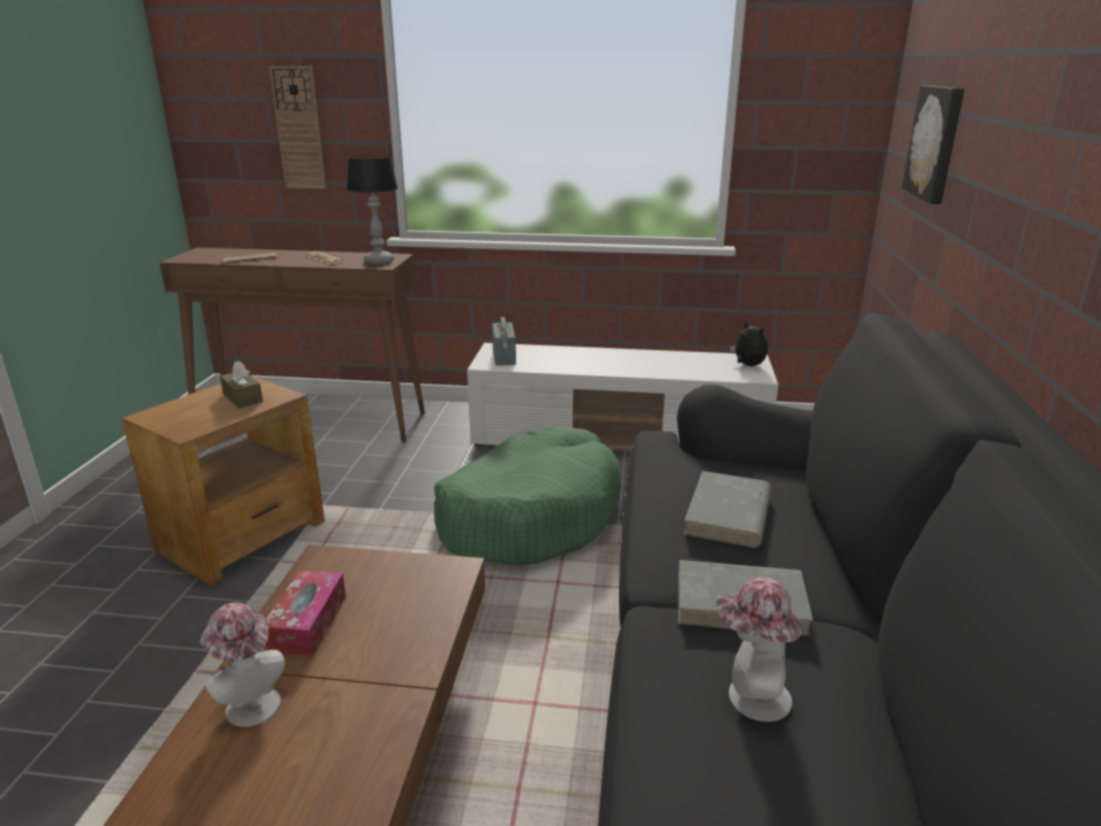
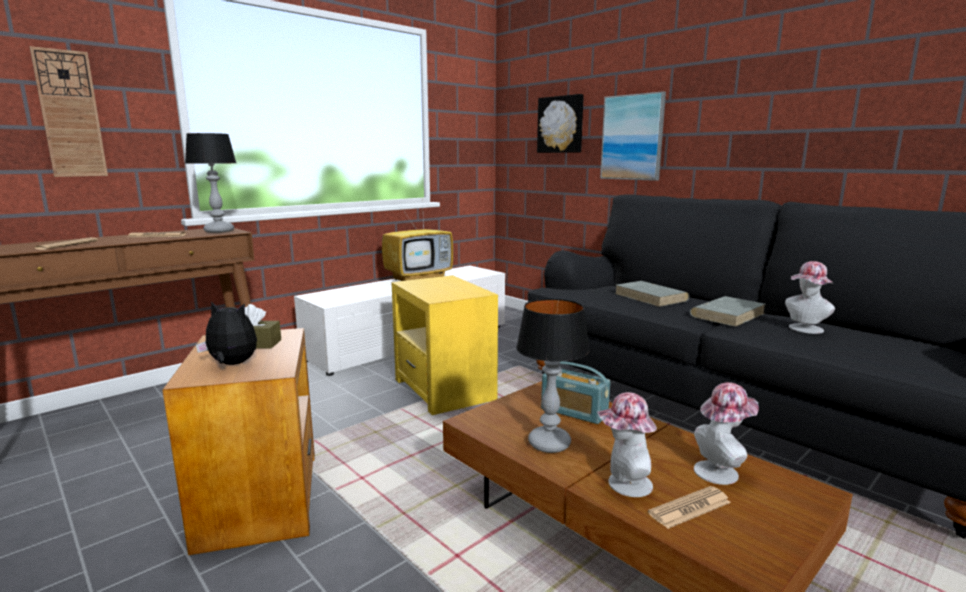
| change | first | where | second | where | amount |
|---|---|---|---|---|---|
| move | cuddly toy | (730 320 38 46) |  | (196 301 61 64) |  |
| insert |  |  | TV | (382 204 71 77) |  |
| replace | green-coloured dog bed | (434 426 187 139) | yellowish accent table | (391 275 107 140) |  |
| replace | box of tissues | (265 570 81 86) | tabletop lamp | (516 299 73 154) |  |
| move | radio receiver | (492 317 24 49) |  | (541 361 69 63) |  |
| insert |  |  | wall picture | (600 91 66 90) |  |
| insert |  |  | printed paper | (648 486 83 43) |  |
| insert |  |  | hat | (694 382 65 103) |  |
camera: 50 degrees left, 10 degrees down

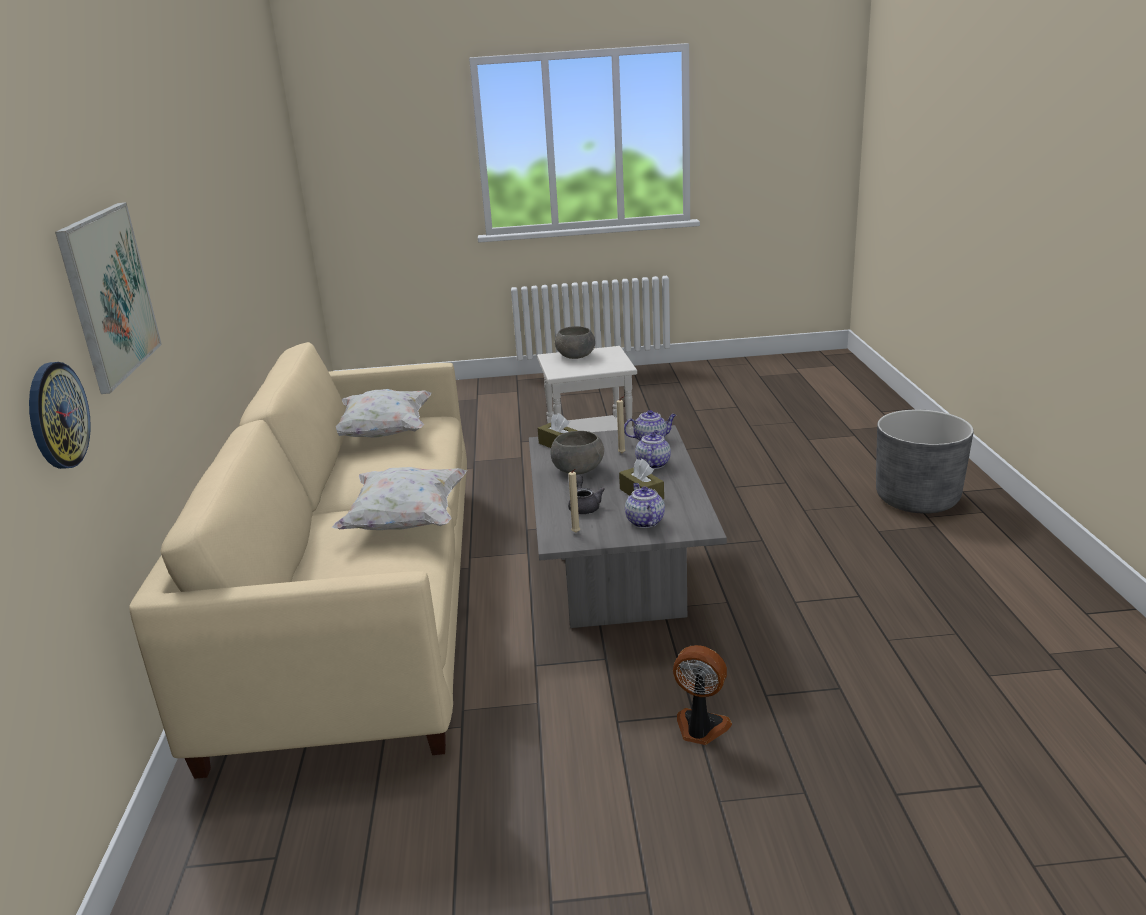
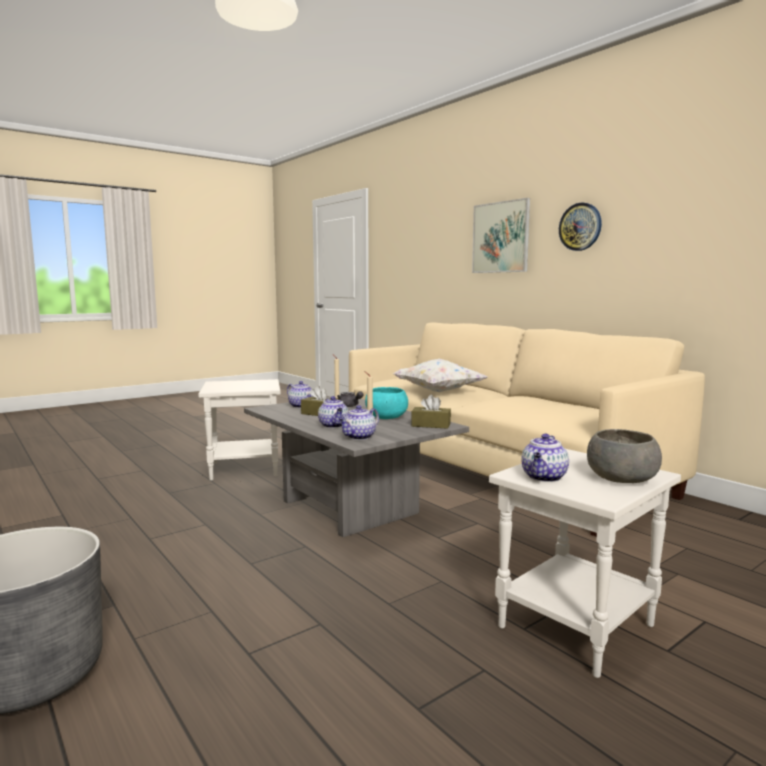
| change | first | where | second | where | amount |
|---|---|---|---|---|---|
| replace | electric fan | (673 645 59 100) | whitish accent table | (198 379 83 102) |  |
| recolor | grey bowl | (550 431 54 44) | blue-green bowl | (365 387 43 32) |  |
| insert |  |  | pot for tea | (521 434 48 48) |  |
| move | hanging clock | (29 362 62 107) |  | (559 203 43 48) |  |
| delete | whitish cushion | (336 389 96 49) |  |  |  |
camera: 145 degrees right, 15 degrees down

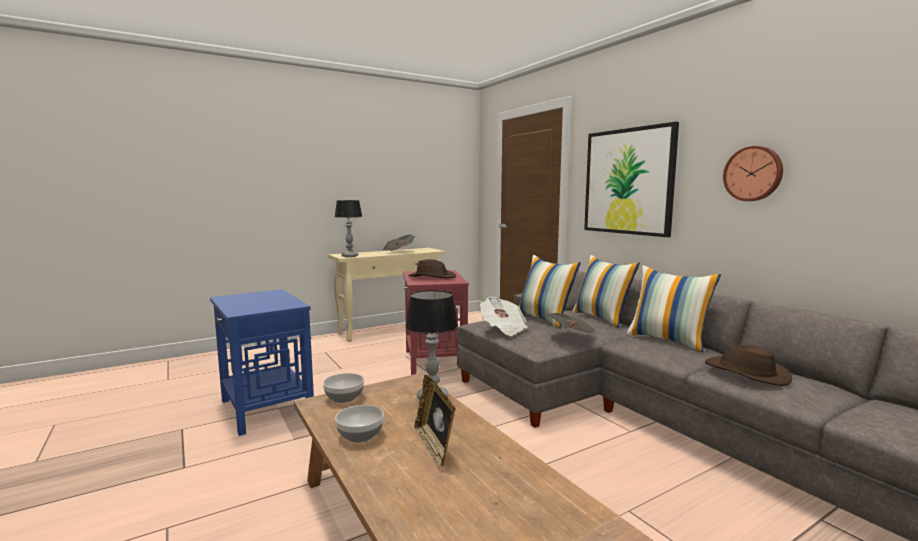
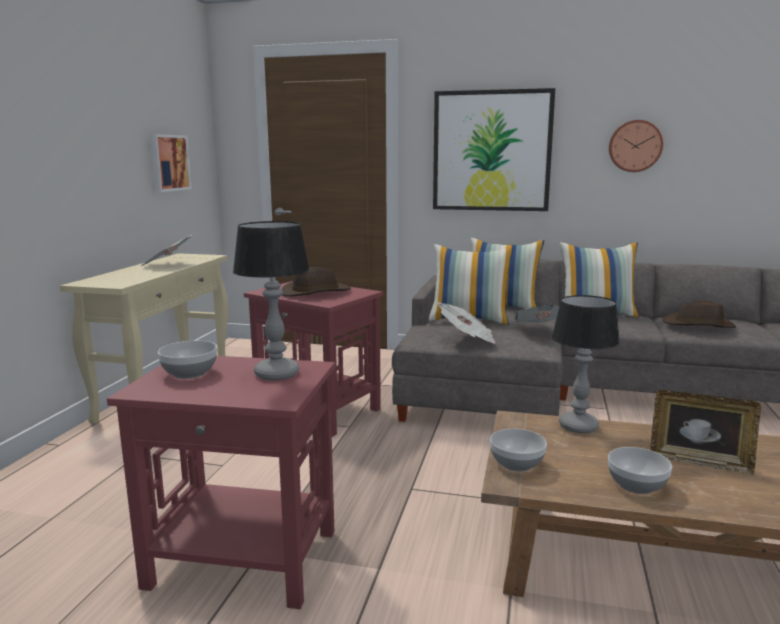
| change | first | where | second | where | amount |
|---|---|---|---|---|---|
| recolor | bluish accent table | (210 289 104 147) | red-coloured accent table | (107 356 228 253) |  |
| insert |  |  | wall picture | (149 134 43 58) |  |
| insert |  |  | bowl | (158 341 59 38) |  |
| move | tabletop lamp | (335 200 27 57) |  | (233 221 77 159) |  |
camera: 45 degrees left, 5 degrees up

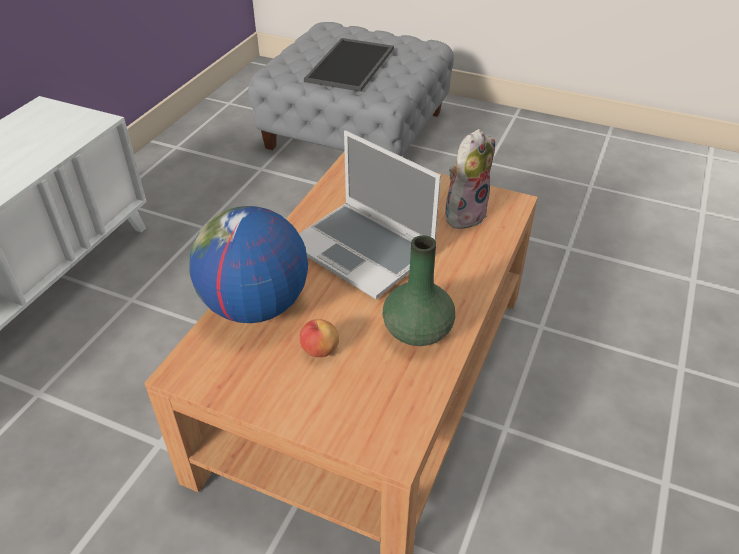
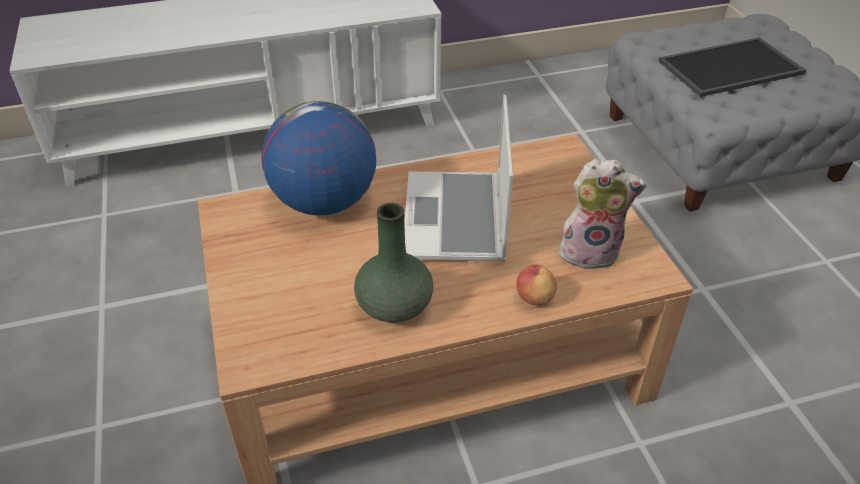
| change | first | where | second | where | amount |
|---|---|---|---|---|---|
| move | whole apple | (300 319 39 38) |  | (516 265 41 40) |  |
camera: 50 degrees right, 0 degrees up

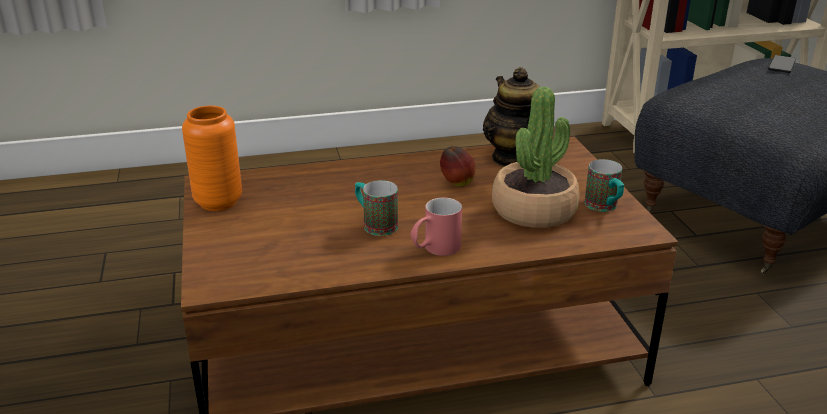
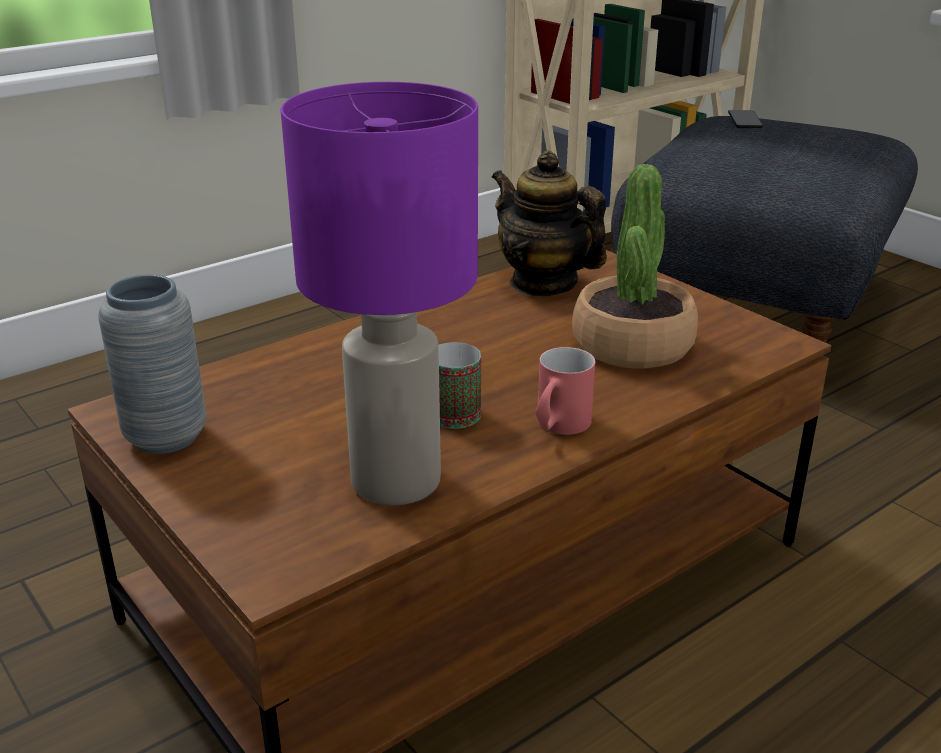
| change | first | where | second | where | amount |
|---|---|---|---|---|---|
| recolor | orange flower vase | (182 106 60 105) | grey flower vase | (98 275 108 179) |  |
| insert |  |  | purplish tabletop lamp | (281 82 197 424) |  |
| delete | whole apple | (440 146 35 41) |  |  |  |
| delete | coffee mug | (584 159 40 53) |  |  |  |
camera: 25 degrees left, 0 degrees up

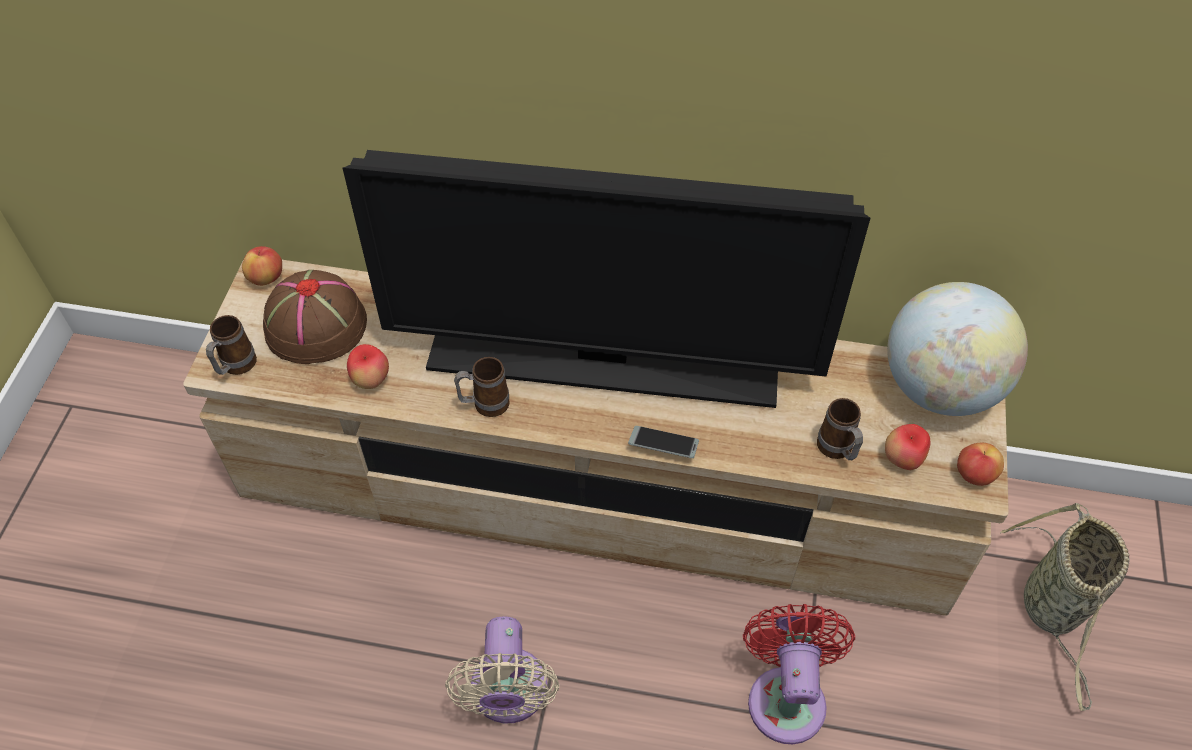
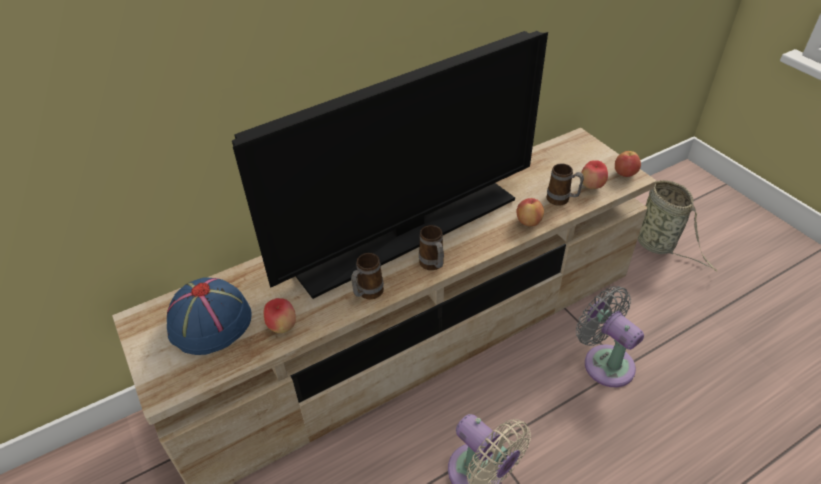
| change | first | where | second | where | amount |
|---|---|---|---|---|---|
| recolor | brown hat | (263 270 104 94) | bluish hat | (167 277 85 78) |  |
| move | coffee mug | (206 315 51 60) |  | (419 225 25 45) |  |
| move | whole apple | (242 246 40 40) |  | (516 198 28 28) |  |
| recolor | red-coloured electric fan | (743 604 112 140) | grey electric fan | (576 286 68 101) |  |
| delete | phone | (628 426 71 32) |  |  |  |
| delete | globe | (887 282 141 134) |  |  |  |
camera: 40 degrees left, 10 degrees down

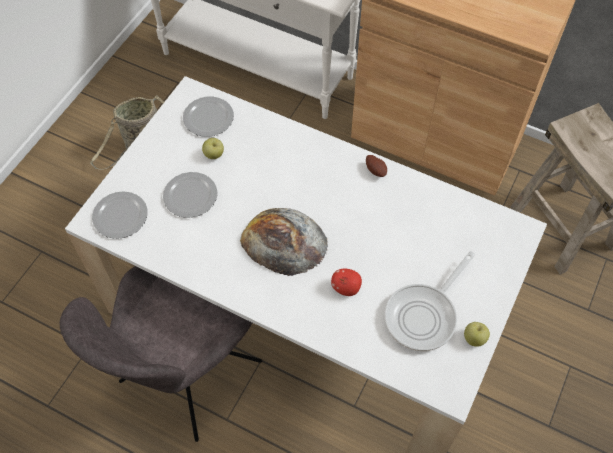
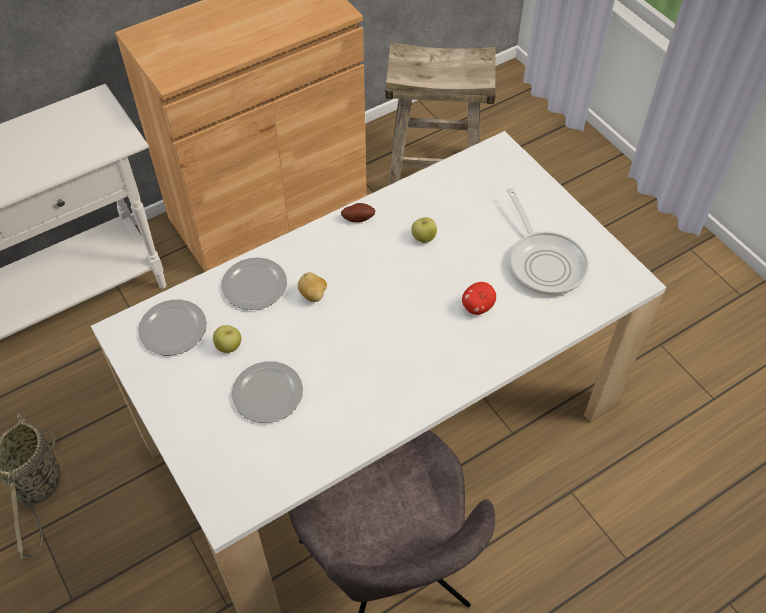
| change | first | where | second | where | amount |
|---|---|---|---|---|---|
| move | plate | (92 191 56 48) |  | (221 257 66 53) |  |
| insert |  |  | spud | (298 272 29 30) |  |
| move | whole apple | (464 322 26 25) |  | (411 217 26 26) |  |
| delete | bread | (240 208 88 68) |  |  |  |
camera: 60 degrees left, 5 degrees down

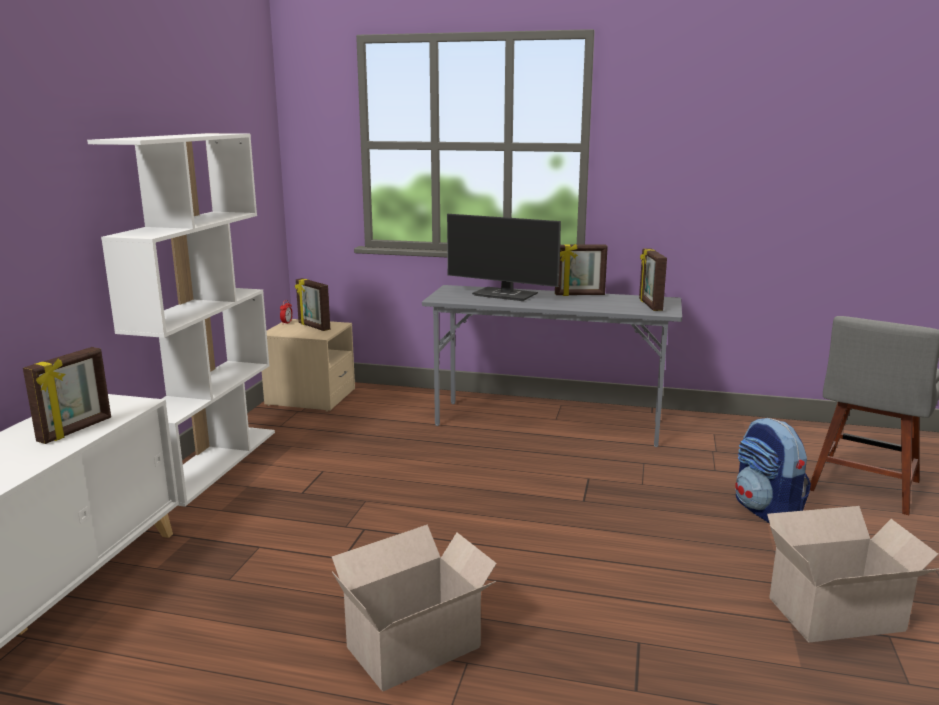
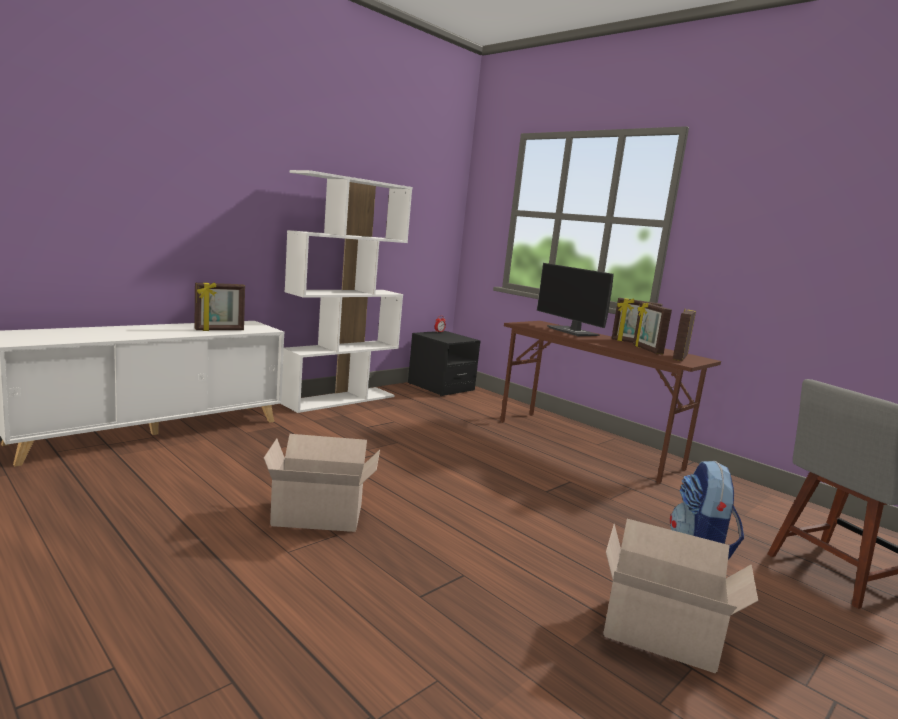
| change | first | where | second | where | amount |
|---|---|---|---|---|---|
| recolor | beige-coloured bedside table | (262 319 93 93) | blackish bedside table | (408 331 73 65) |  |
| recolor | grey desk | (422 285 260 162) | brown desk | (500 321 221 163) |  |
| move | picture frame | (295 278 35 53) |  | (633 302 39 52) |  |
camera: 30 degrees right, 5 degrees down

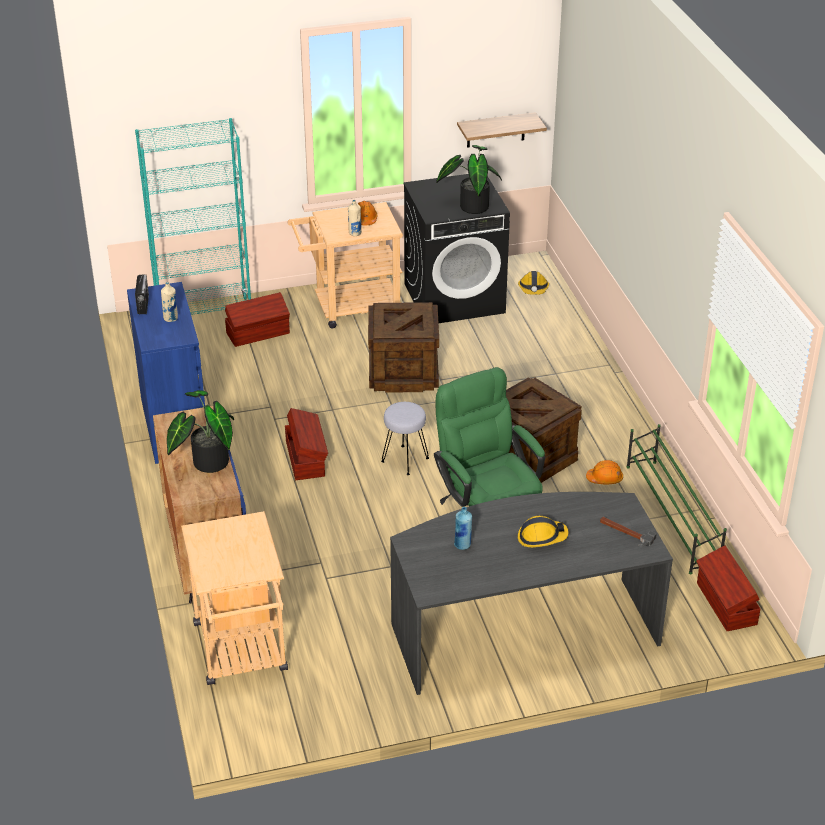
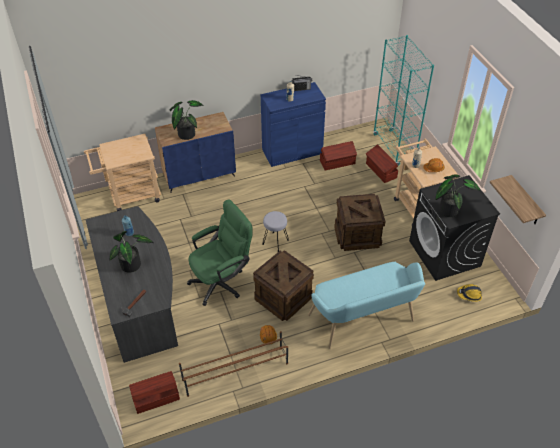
| change | first | where | second | where | amount |
|---|---|---|---|---|---|
| replace | work helmet | (518 516 51 31) | plant in a pot | (110 231 44 42) |  |
| recolor | green-coloured shoe shelf | (627 424 100 151) | brown shoe shelf | (179 331 109 66) |  |
| insert |  |  | blue-green bench | (308 262 117 87) |  |
| move | brown storage container | (285 408 43 72) |  | (320 141 37 29) |  |
camera: 85 degrees right, 10 degrees up

